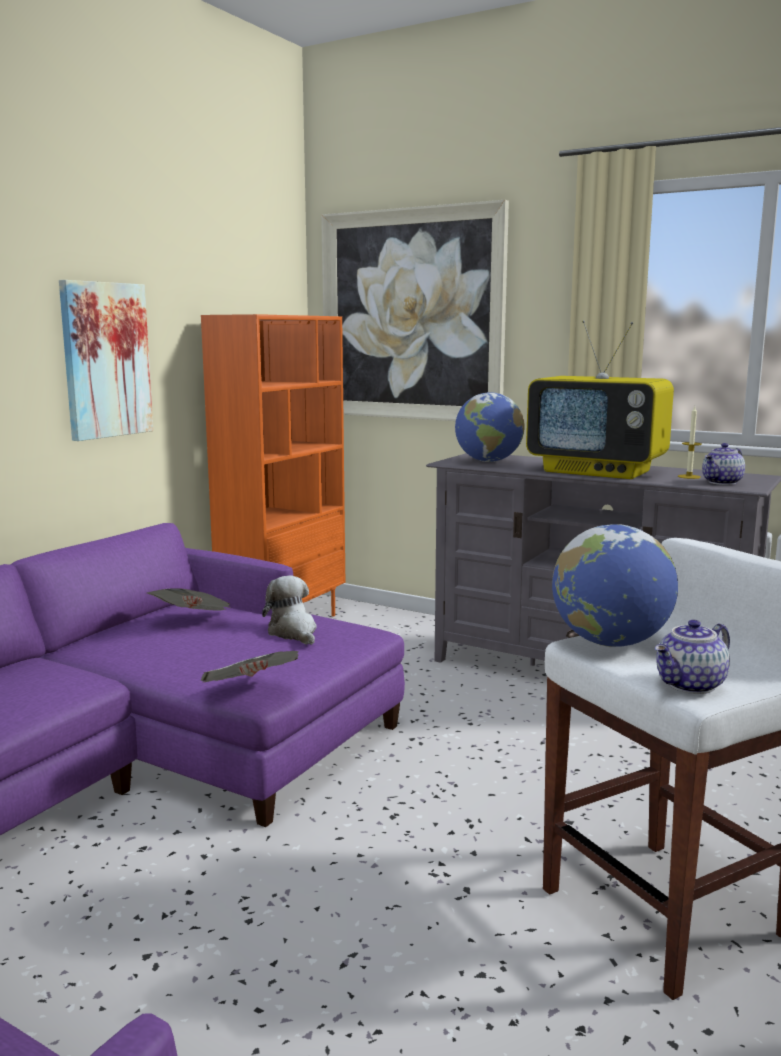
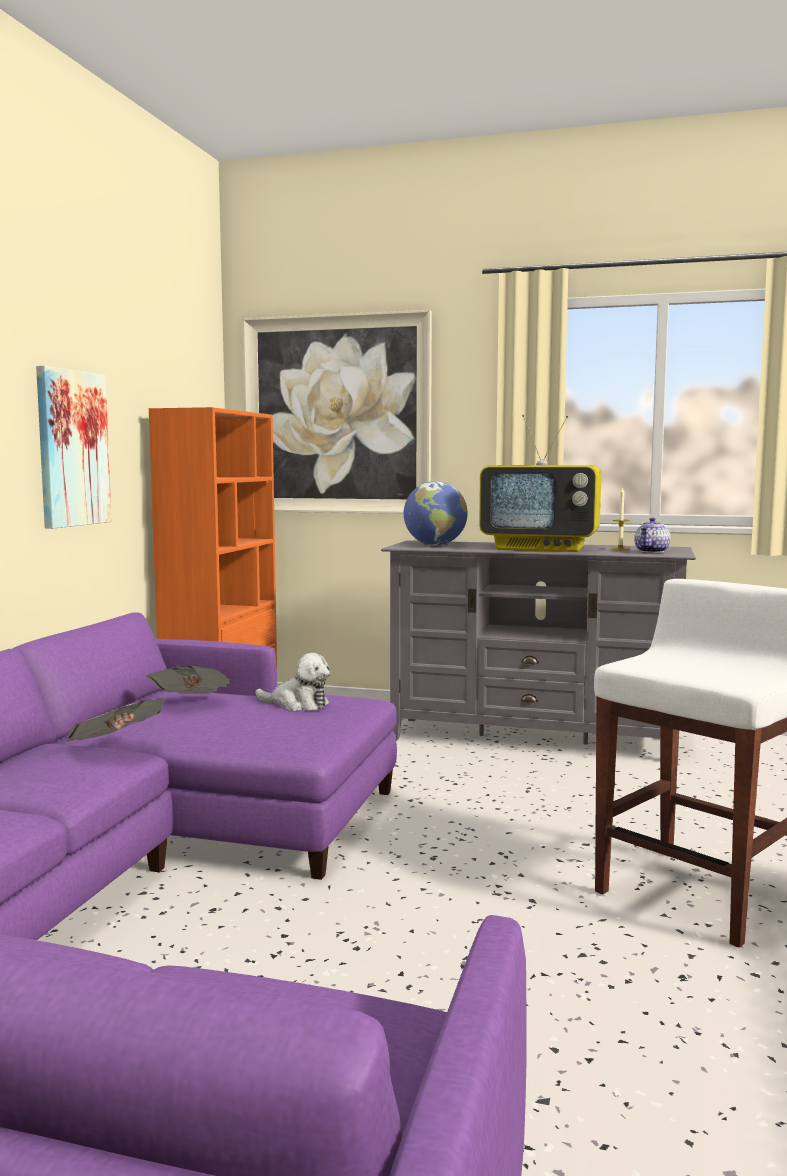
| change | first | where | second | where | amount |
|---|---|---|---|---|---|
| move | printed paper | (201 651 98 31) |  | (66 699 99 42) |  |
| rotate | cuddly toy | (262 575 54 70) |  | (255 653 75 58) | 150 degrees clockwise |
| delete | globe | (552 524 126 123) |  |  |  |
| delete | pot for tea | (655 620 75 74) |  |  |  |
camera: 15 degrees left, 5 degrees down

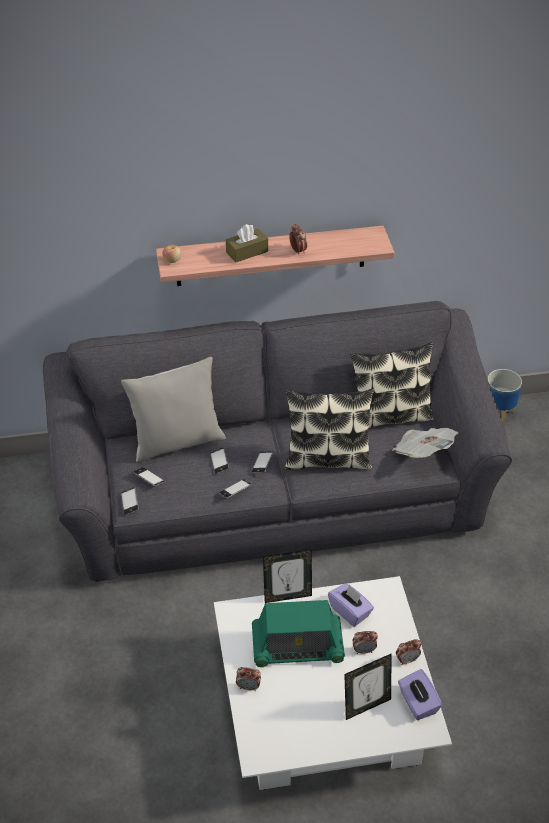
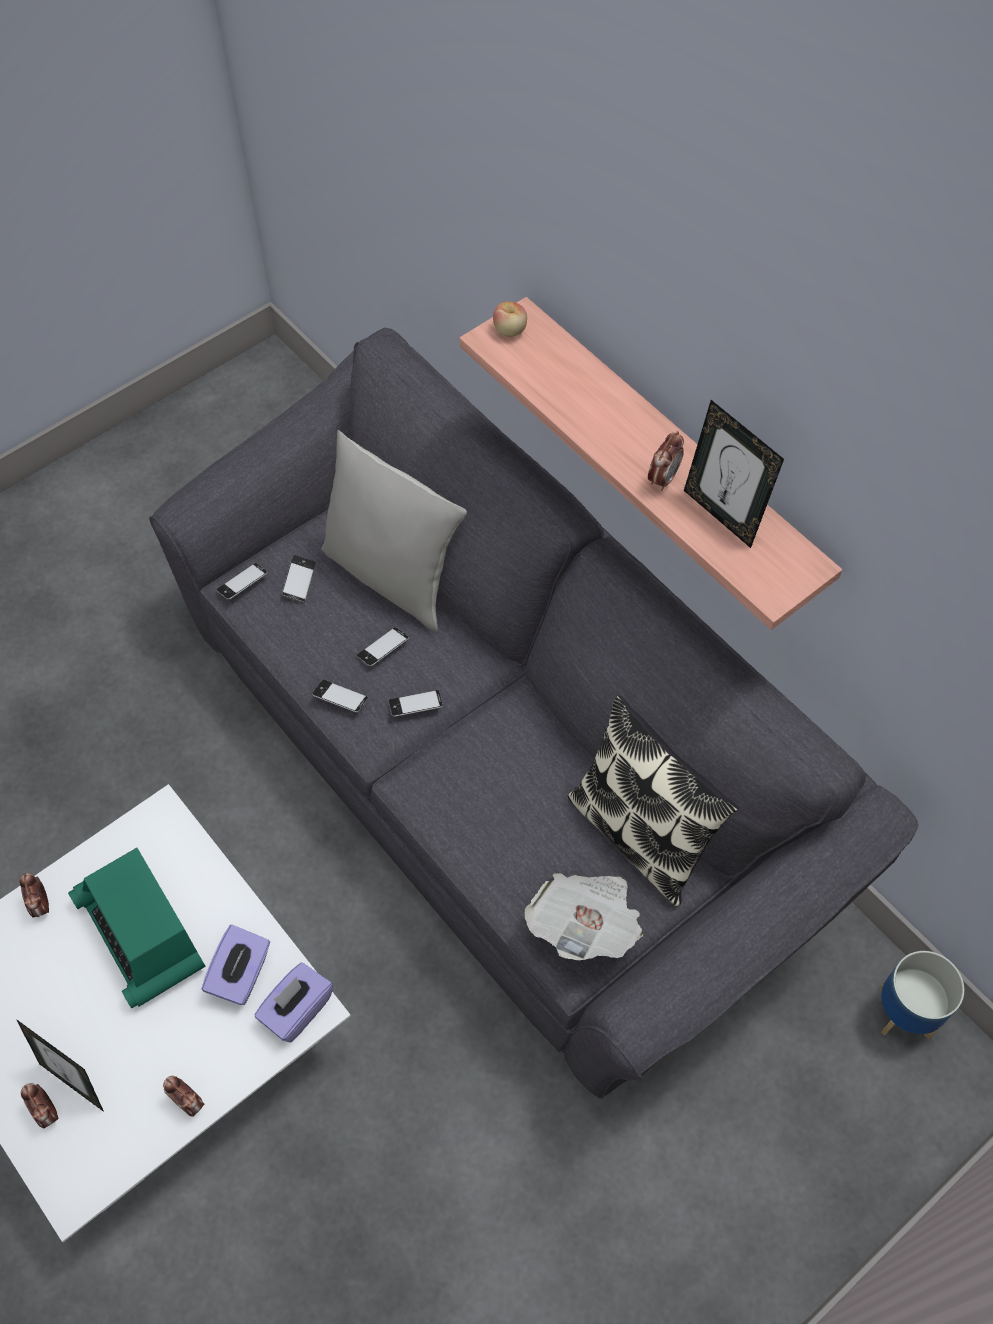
| change | first | where | second | where | amount |
|---|---|---|---|---|---|
| move | alarm clock | (353 631 25 23) |  | (21 1083 38 46) |  |
| move | purplish box of tissues | (398 669 44 51) |  | (255 962 78 80) |  |
| move | picture frame | (263 549 49 54) |  | (684 400 100 148) |  |
| delete | brown box of tissues | (226 224 42 39) |  |  |  |
| delete | cushion | (285 389 89 81) |  |  |  |
camera: 60 degrees right, 15 degrees up

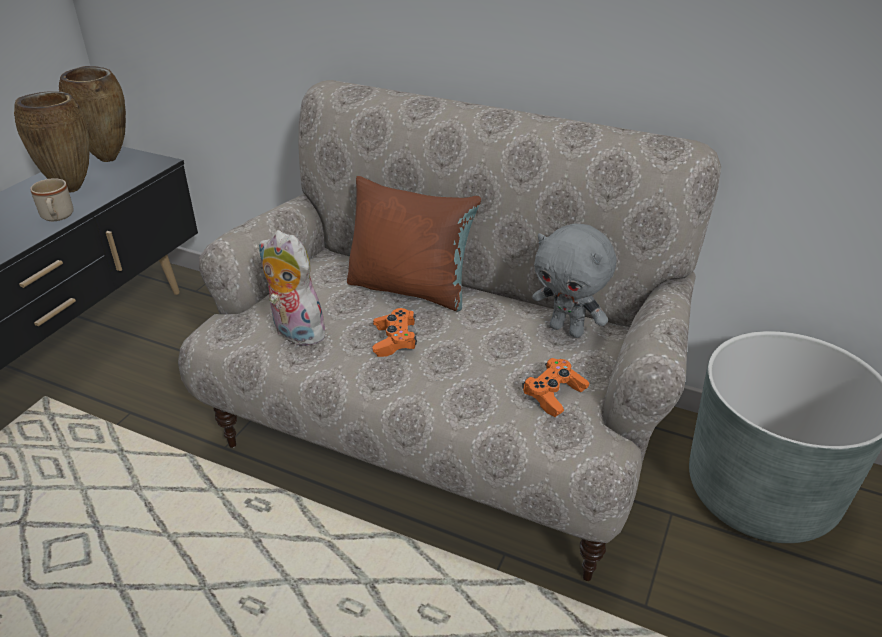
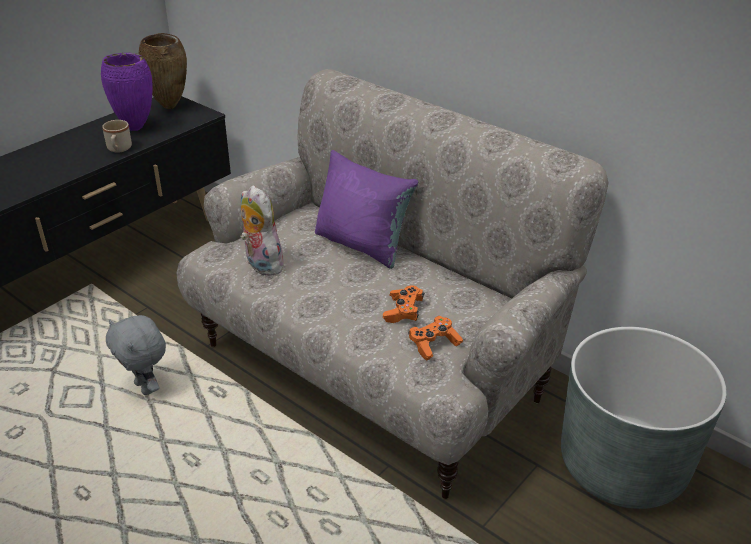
| change | first | where | second | where | amount |
|---|---|---|---|---|---|
| recolor | brown flower vase | (14 91 76 102) | purplish flower vase | (101 53 52 78) |  |
| move | grey cuddly toy | (532 224 85 114) |  | (106 315 60 80) |  |
| recolor | brown cushion | (347 176 134 135) | purplish cushion | (315 150 103 119) |  |
| move | orange game controller | (372 308 45 49) |  | (383 285 41 38) |  |
camera: 15 degrees right, 0 degrees up

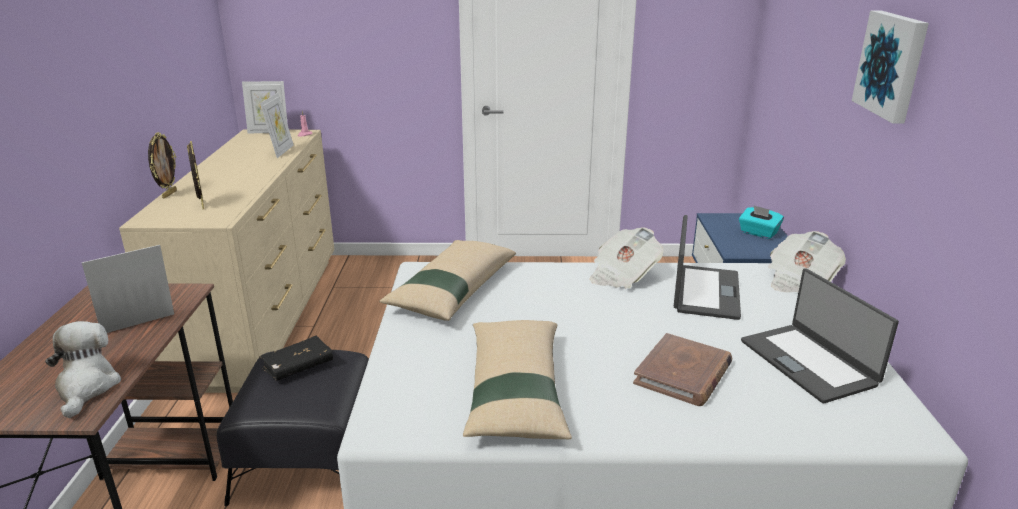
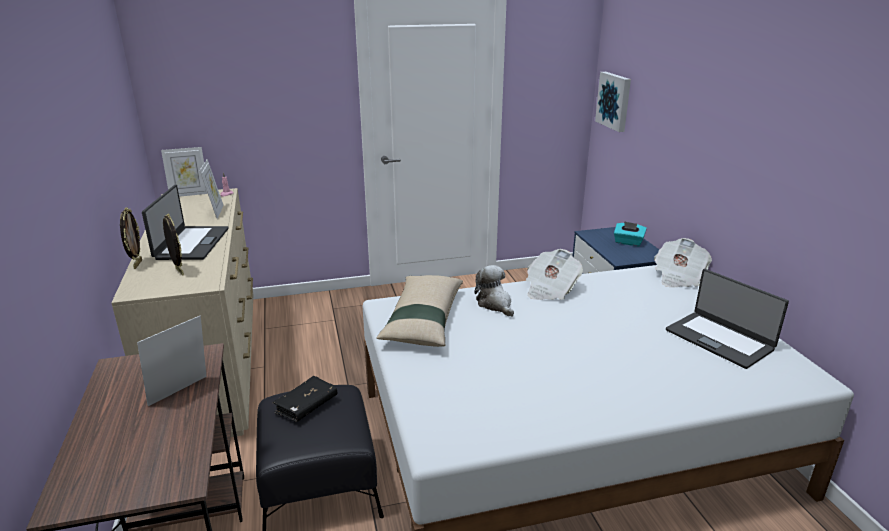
| change | first | where | second | where | amount |
|---|---|---|---|---|---|
| move | laptop | (674 215 67 105) |  | (142 185 87 75) |  |
| move | cuddly toy | (45 321 76 97) |  | (474 265 40 52) |  |
| move | wall picture | (852 10 77 114) |  | (595 72 36 60) |  |
| delete | beige-coloured cushion | (463 320 109 119) |  |  |  |
| delete | brown volume | (633 333 100 73) |  |  |  |
camera: 15 degrees left, 0 degrees up

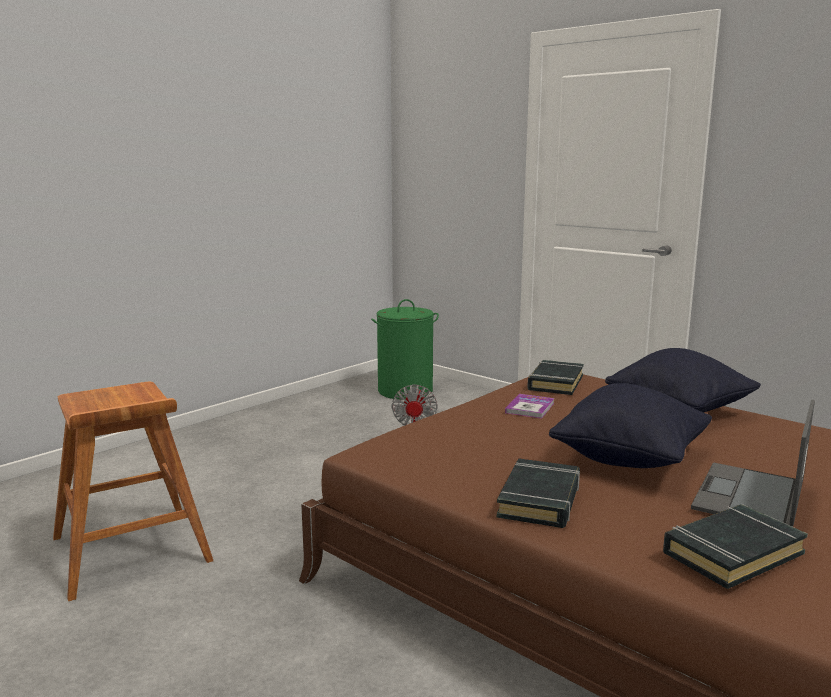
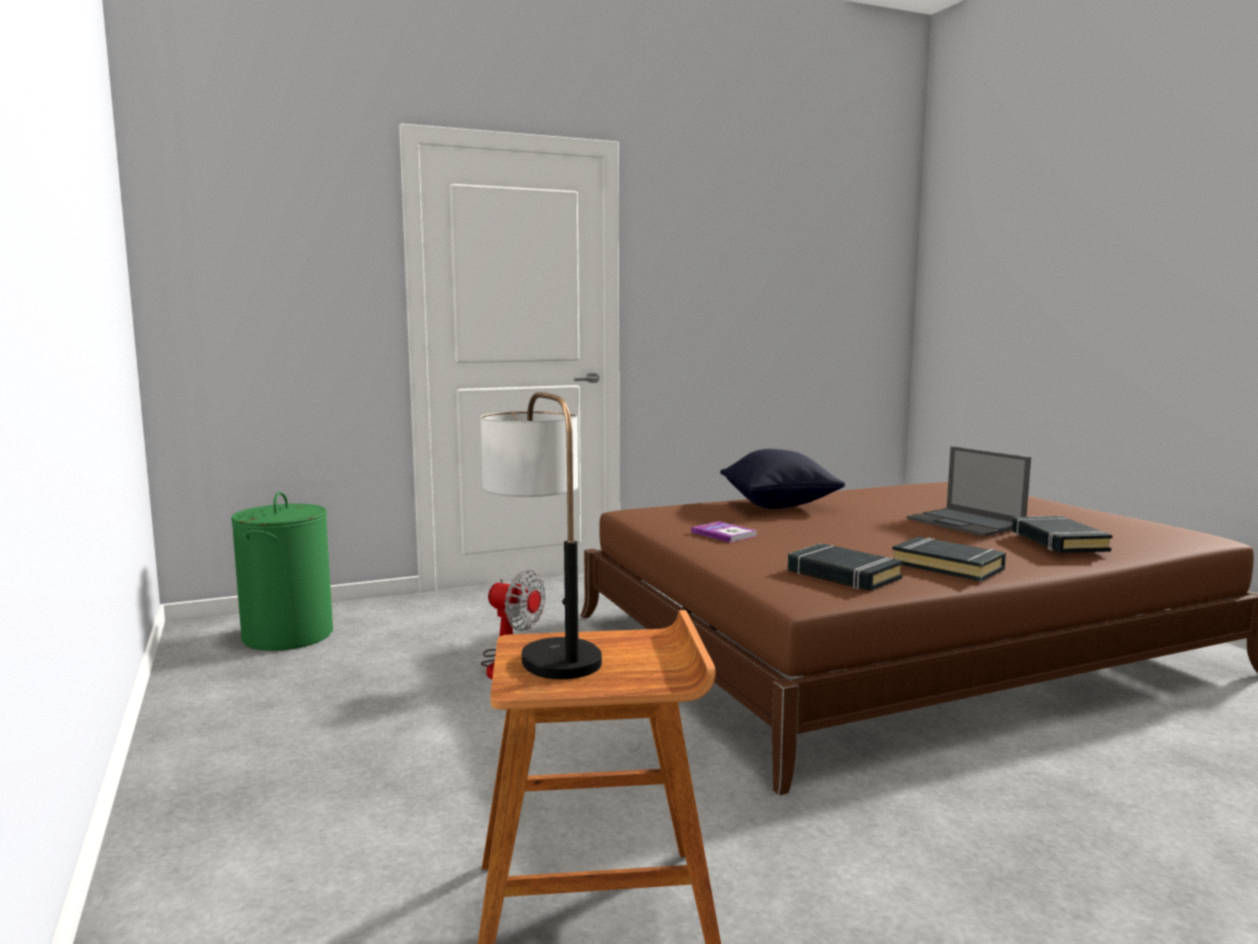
| change | first | where | second | where | amount |
|---|---|---|---|---|---|
| insert |  |  | tabletop lamp | (481 392 121 287) |  |
| move | blackish volume | (527 360 57 35) |  | (788 543 115 48) |  |
| delete | blackish cushion | (549 383 163 85) |  |  |  |
camera: 65 degrees left, 5 degrees down

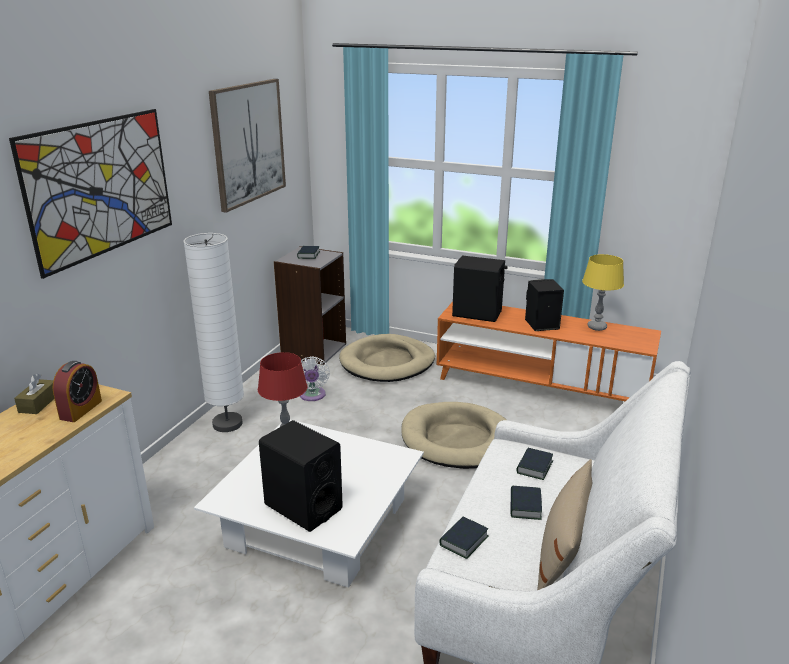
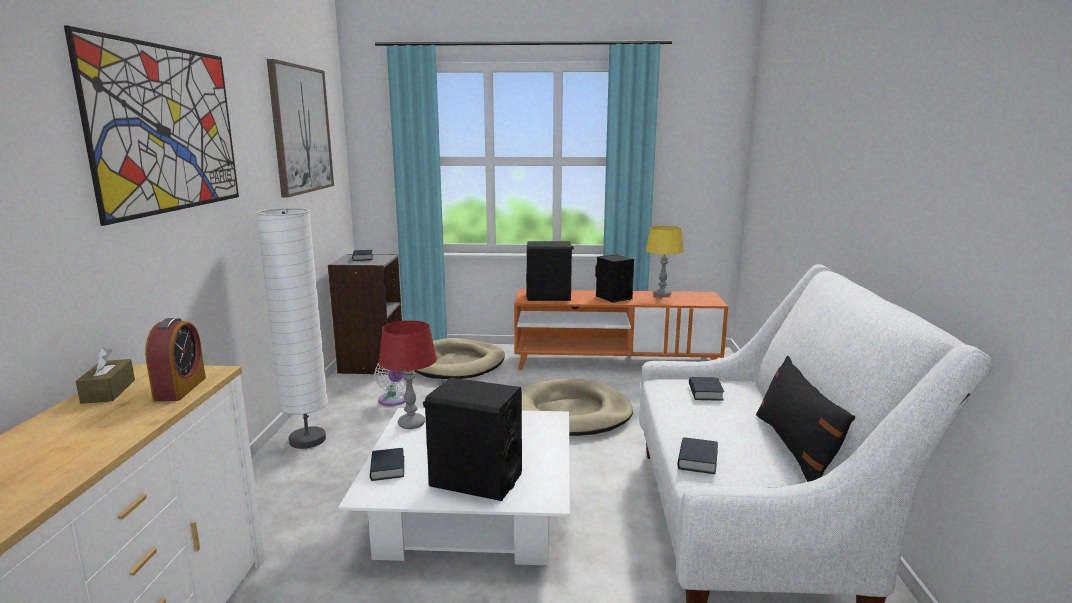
| change | first | where | second | where | amount |
|---|---|---|---|---|---|
| move | volume | (511 486 31 34) |  | (370 448 34 33) |  |
| recolor | beige-coloured cushion | (537 459 55 131) | blackish cushion | (756 356 99 126) |  |
camera: 20 degrees left, 10 degrees down

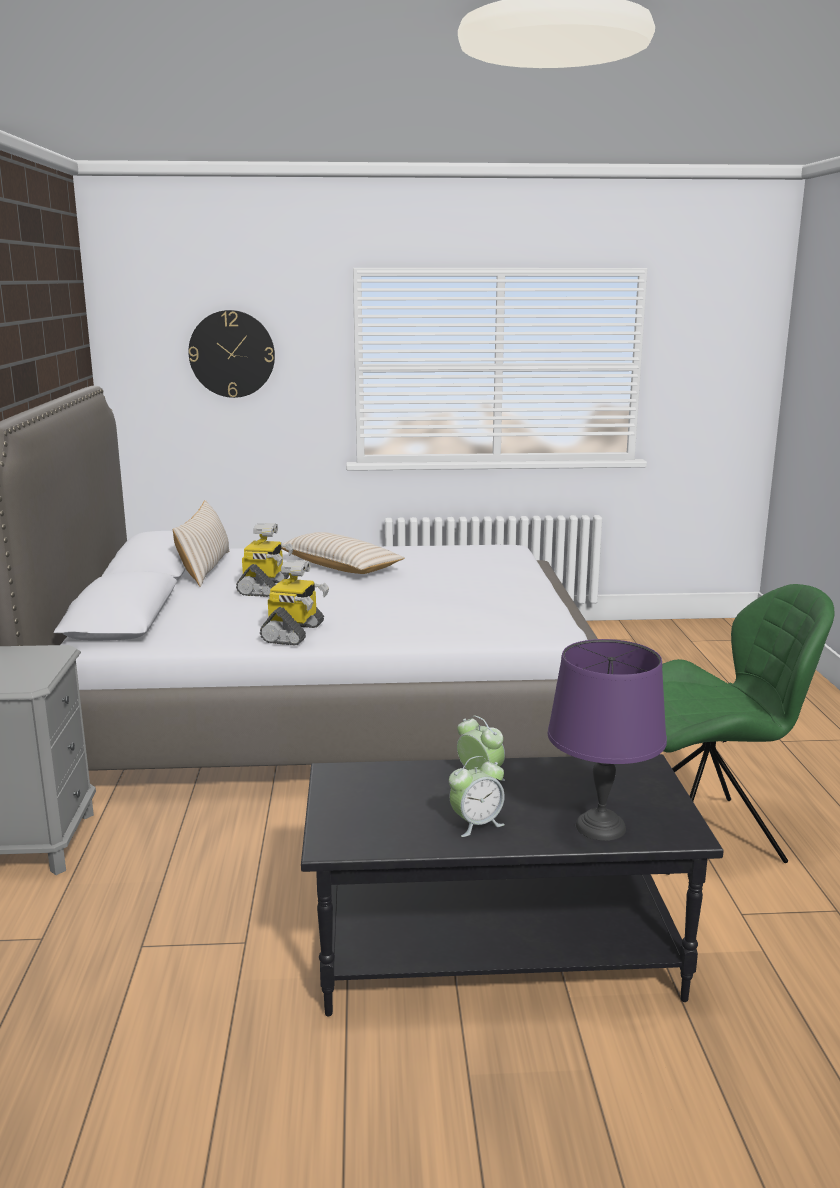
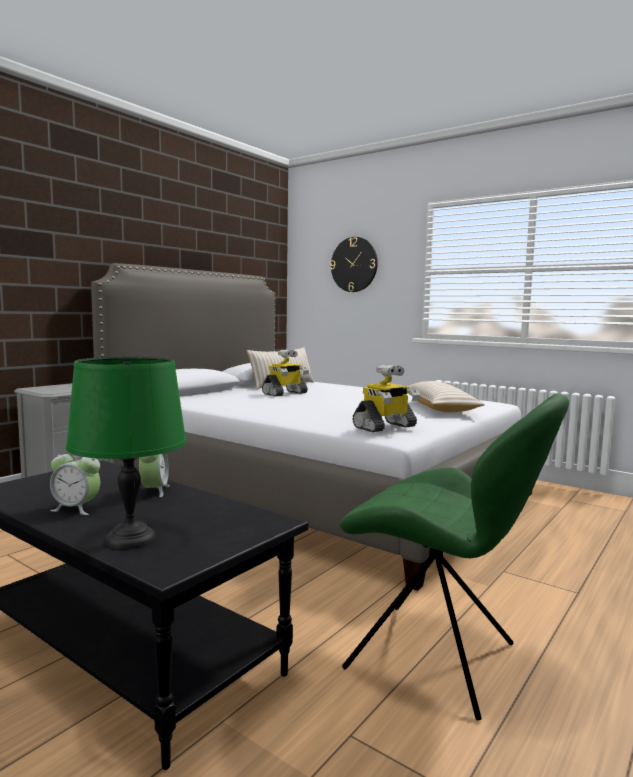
| change | first | where | second | where | amount |
|---|---|---|---|---|---|
| recolor | purplish tabletop lamp | (548 639 119 202) | green-coloured tabletop lamp | (66 357 120 192) |  |
| move | toy robot | (260 560 69 86) |  | (353 364 67 68) |  |
| move | beige-coloured cushion | (281 532 124 42) |  | (407 381 78 31) |  |
camera: 40 degrees right, 10 degrees down

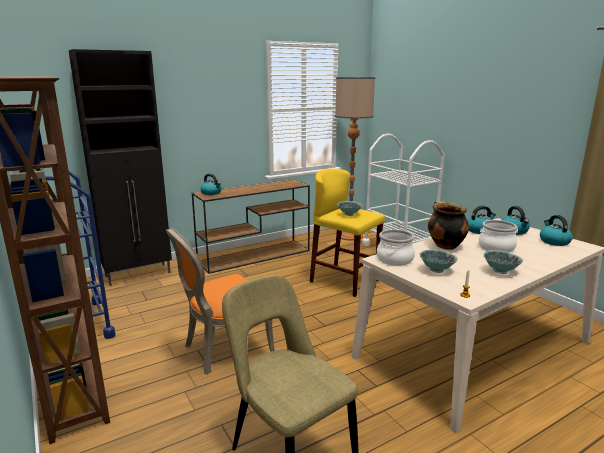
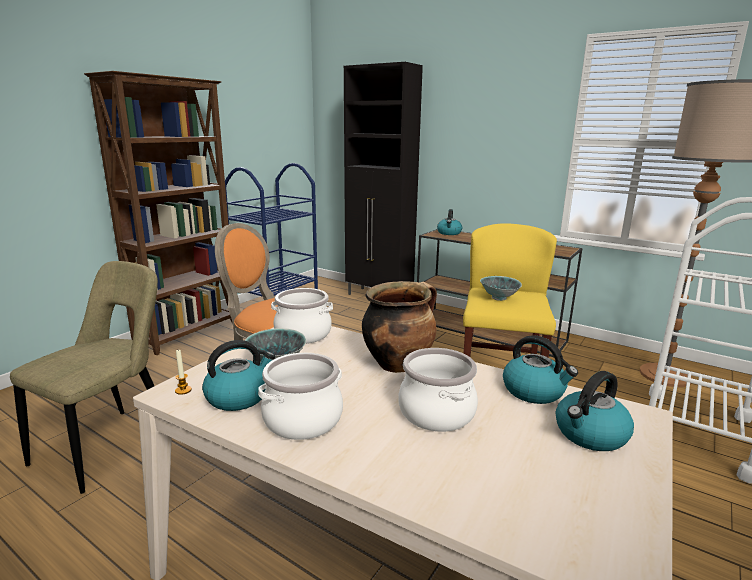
| change | first | where | second | where | amount |
|---|---|---|---|---|---|
| move | kettle | (540 215 33 31) |  | (202 340 73 71) |  |
| replace | bowl | (483 250 40 24) | cooking pot | (258 353 85 87) |  |
camera: 65 degrees right, 0 degrees up

